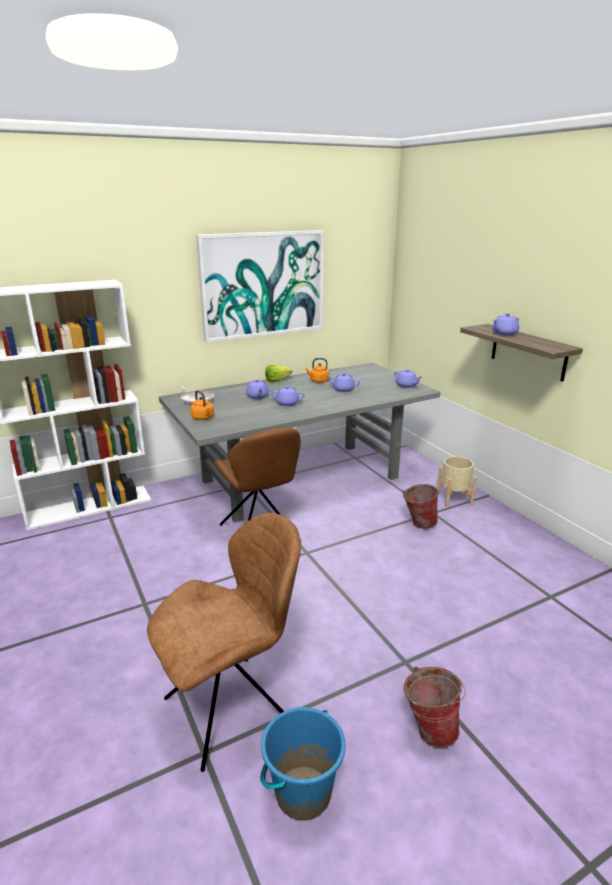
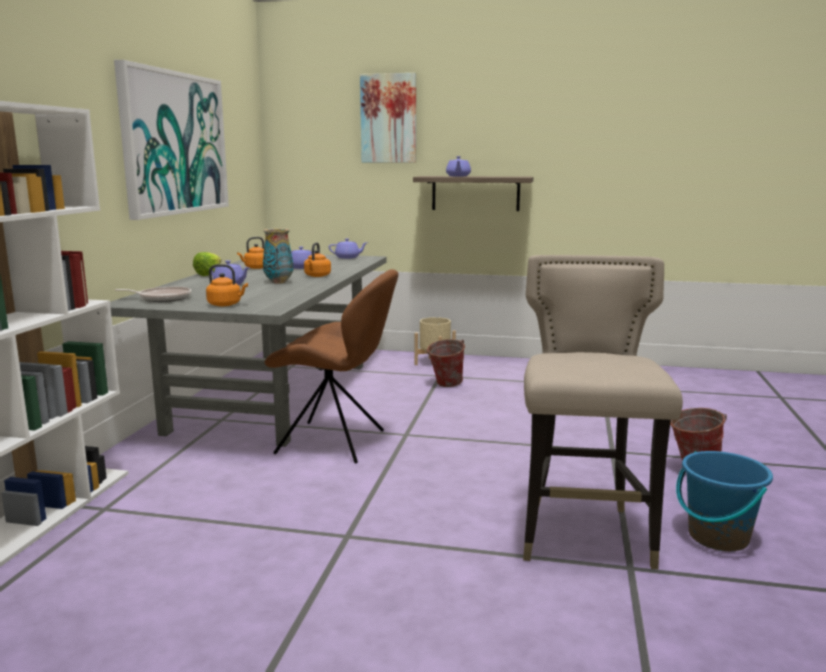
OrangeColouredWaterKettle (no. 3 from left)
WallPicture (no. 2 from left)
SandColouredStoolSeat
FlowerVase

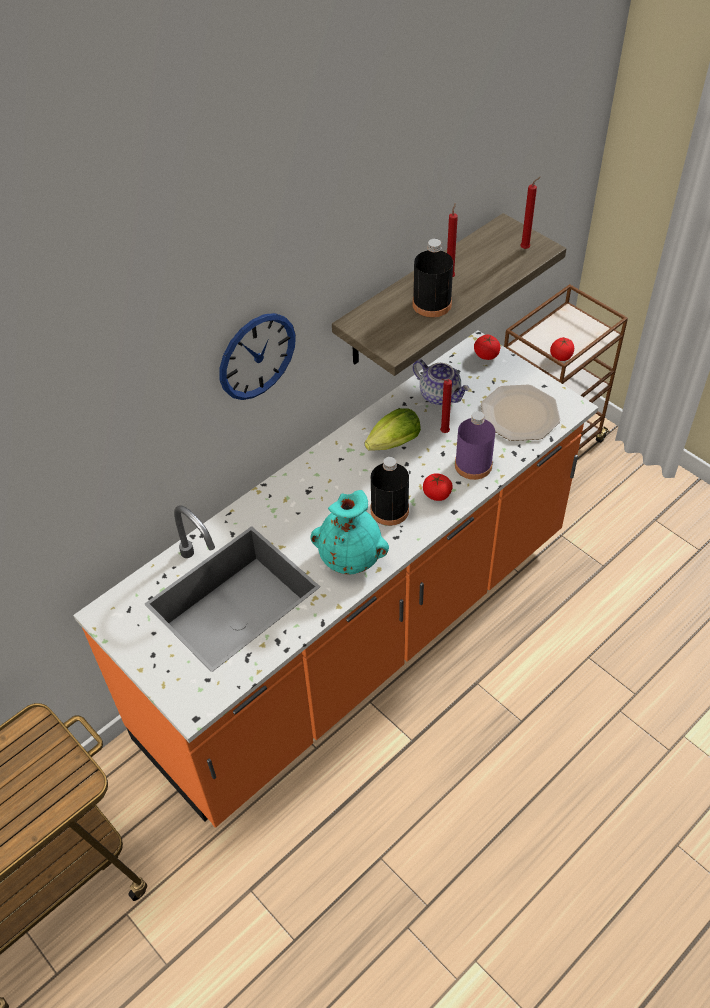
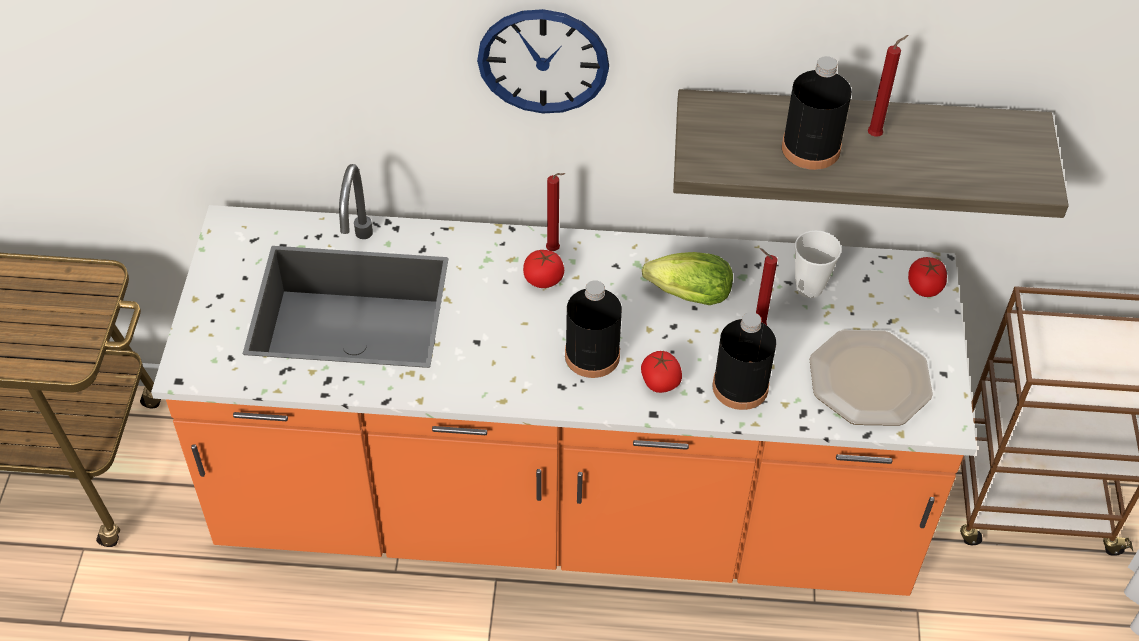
TurquoiseColouredFlowerVase
RedCandle (no. 1 from left)
FreshTomato (no. 1 from left)
SmallCup
BlackishDrinkBottle (no. 2 from left)

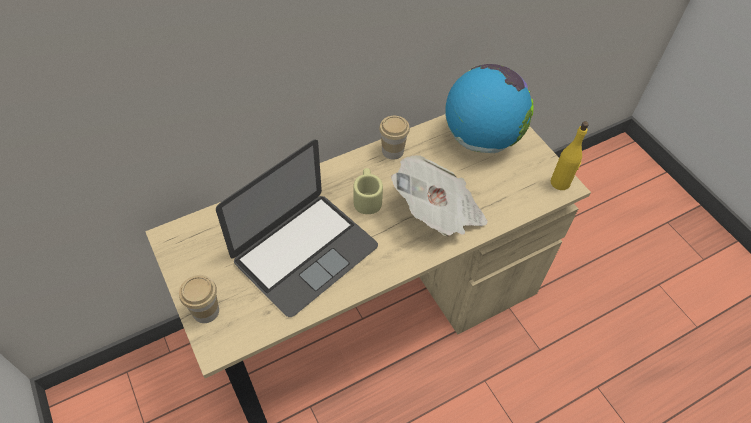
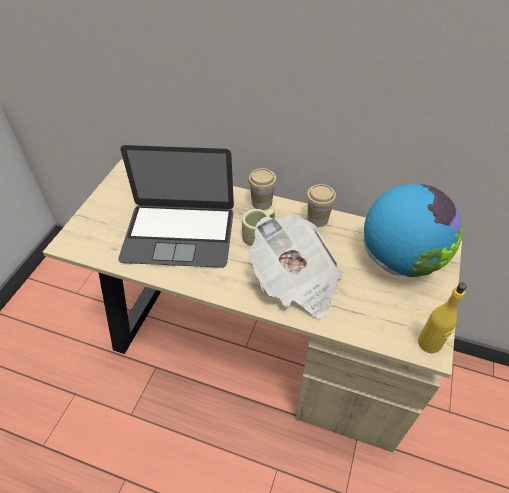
SmallCup (no. 1 from left)

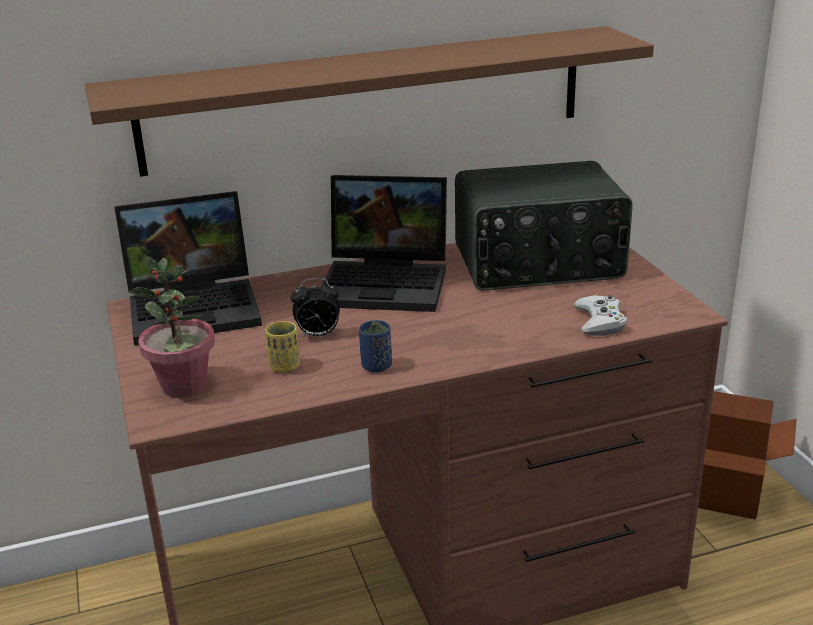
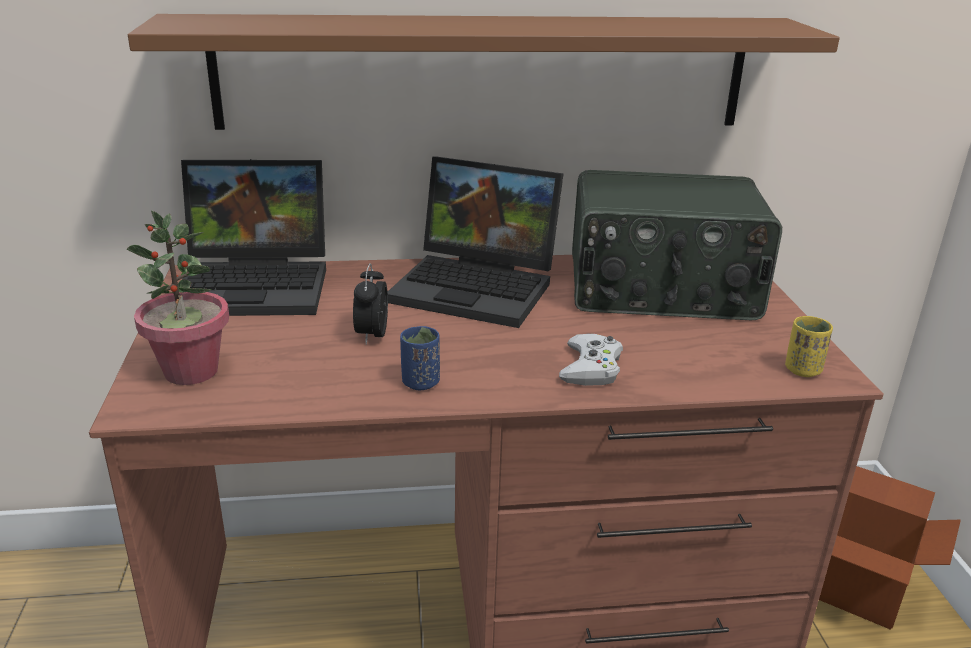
YellowColouredSmallCup
WhiteJoypad
TableClock

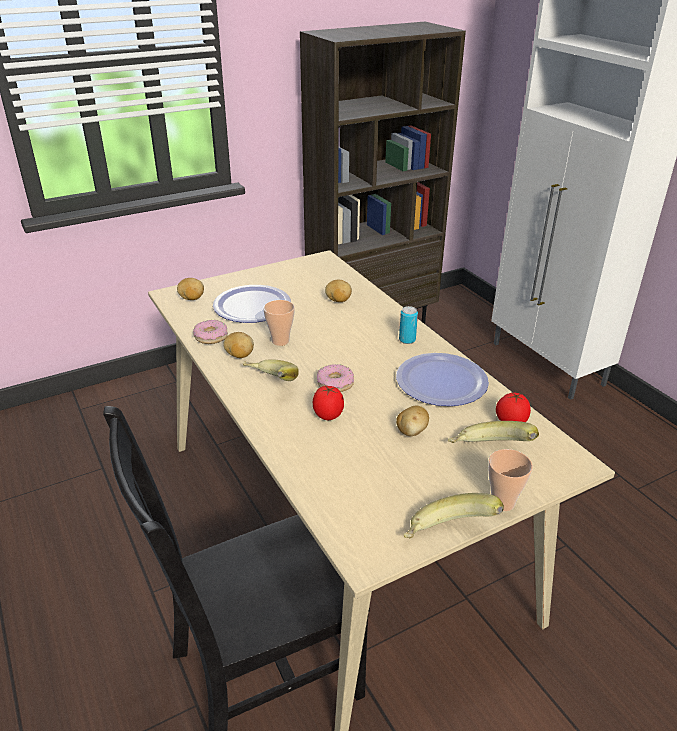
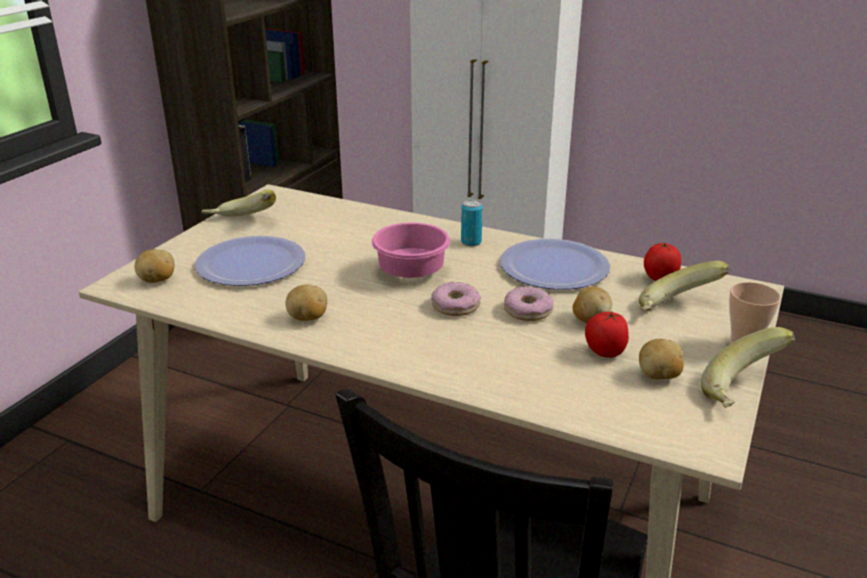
SmallCup (no. 1 from left in the first image)
PinkBowl
Donut (no. 2 from left)
BananaFruit (no. 1 from left)
FreshTomato (no. 1 from left)
Potato (no. 4 from left)

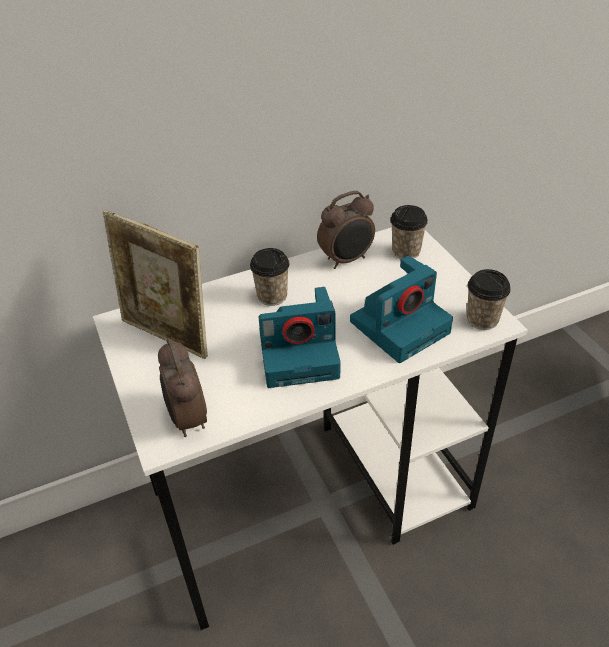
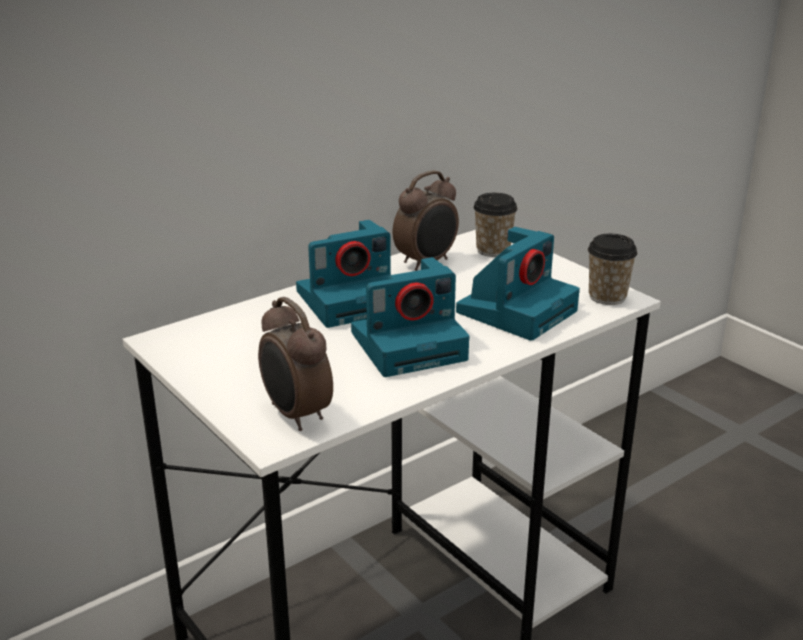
PictureFrame
PhotoCamera (no. 1 from left)

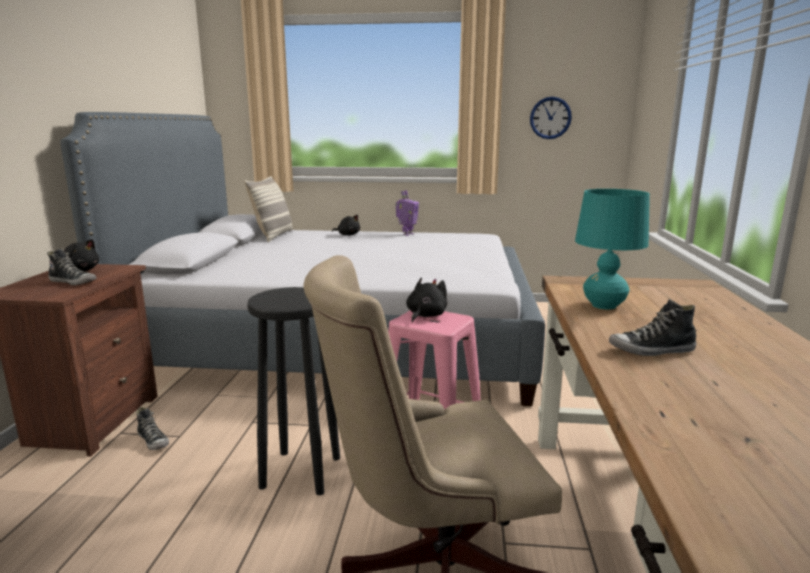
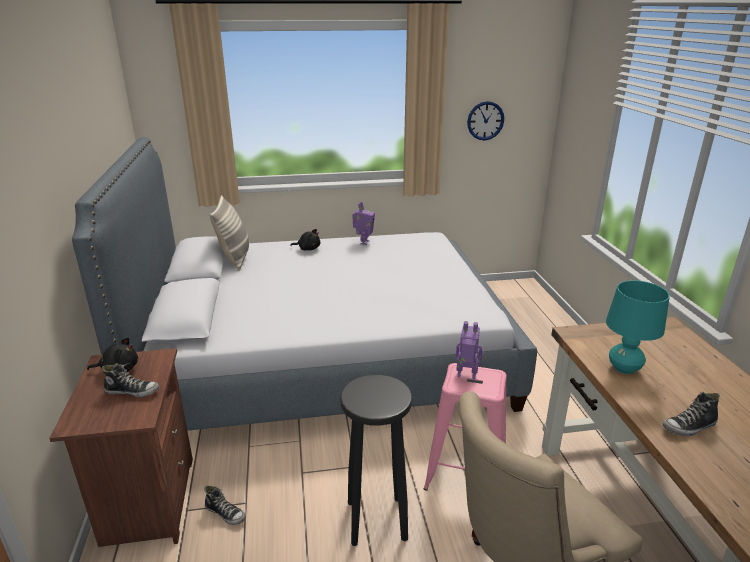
ToyRobot (no. 2 from left)

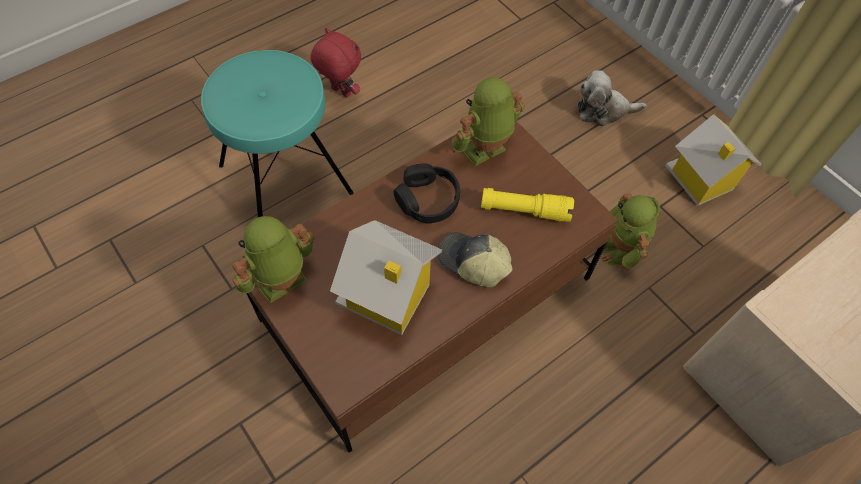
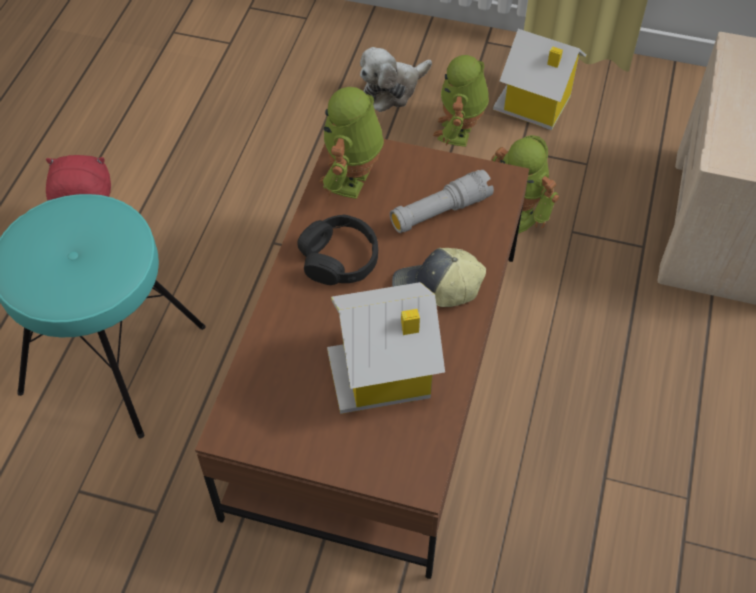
ToyRobot (no. 2 from left)
GreyTorch

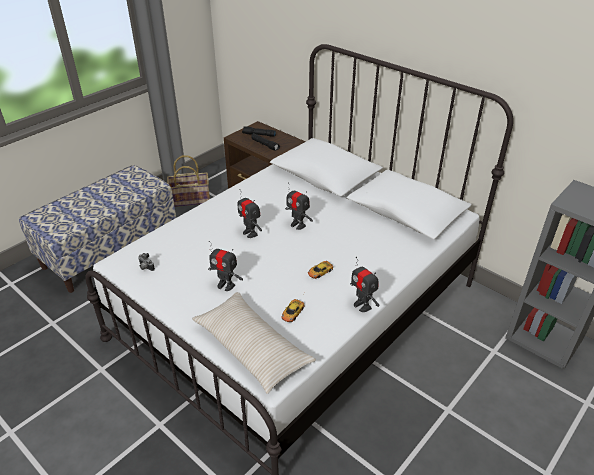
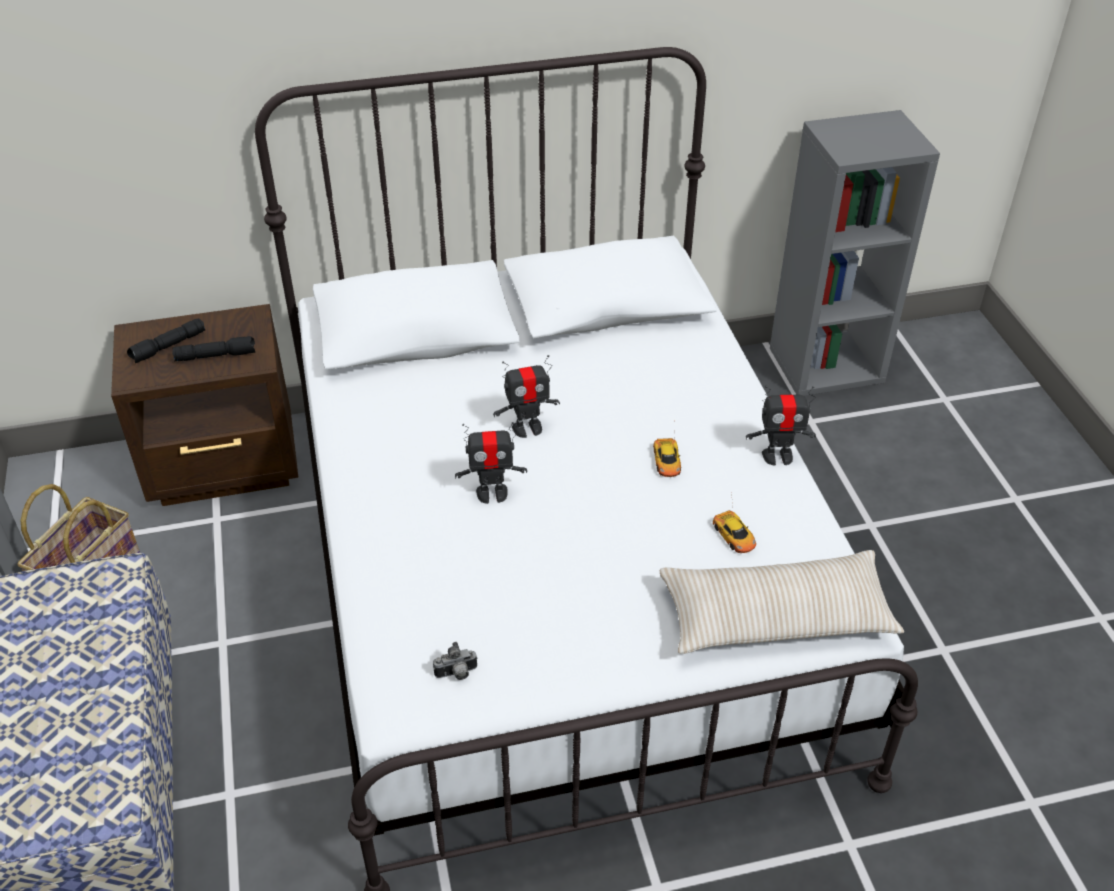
ToyRobot (no. 1 from left in the first image)

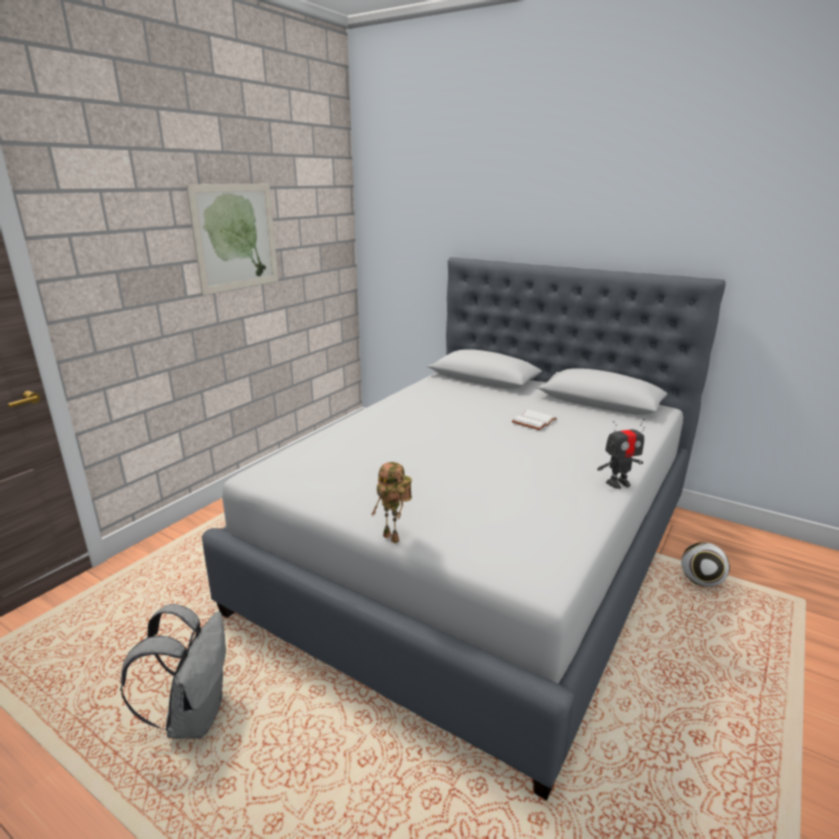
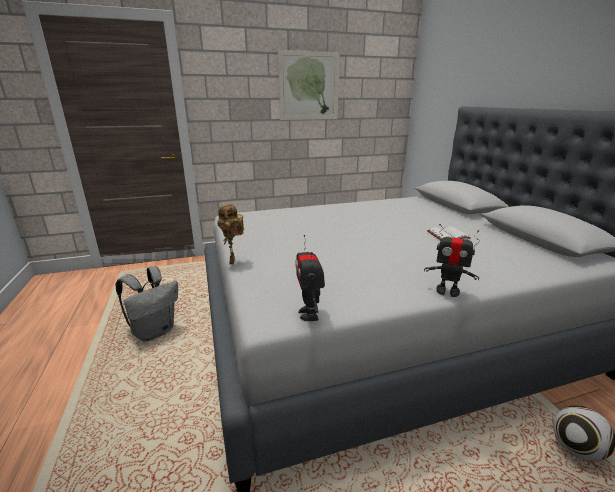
ToyRobot (no. 2 from left)

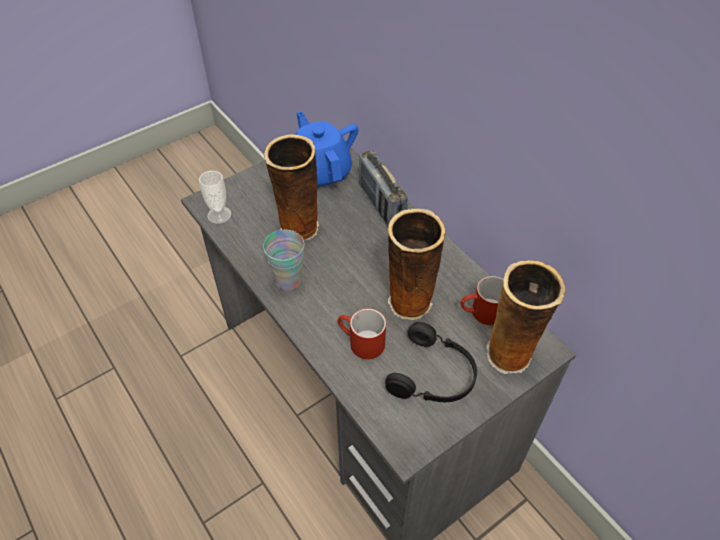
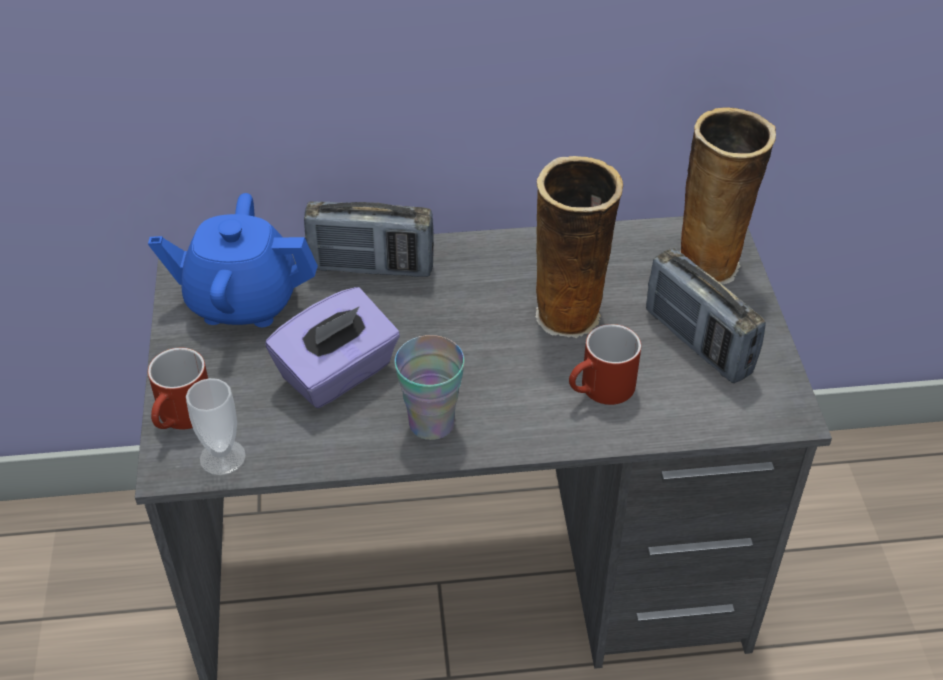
RedTeaMug (no. 1 from left)
PurplishTissueBox
Radio (no. 2 from left)

